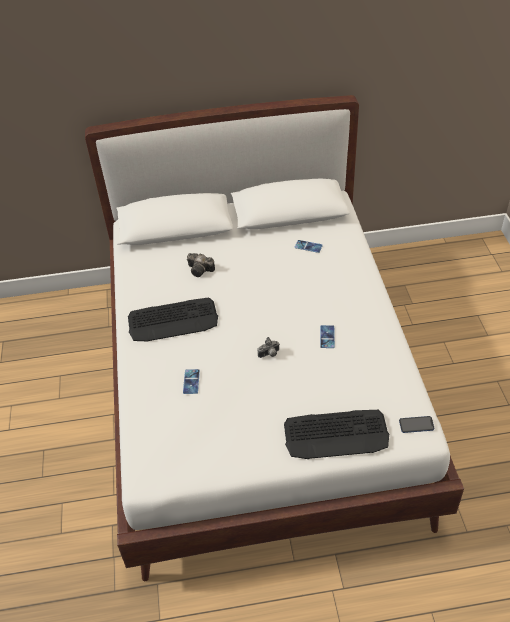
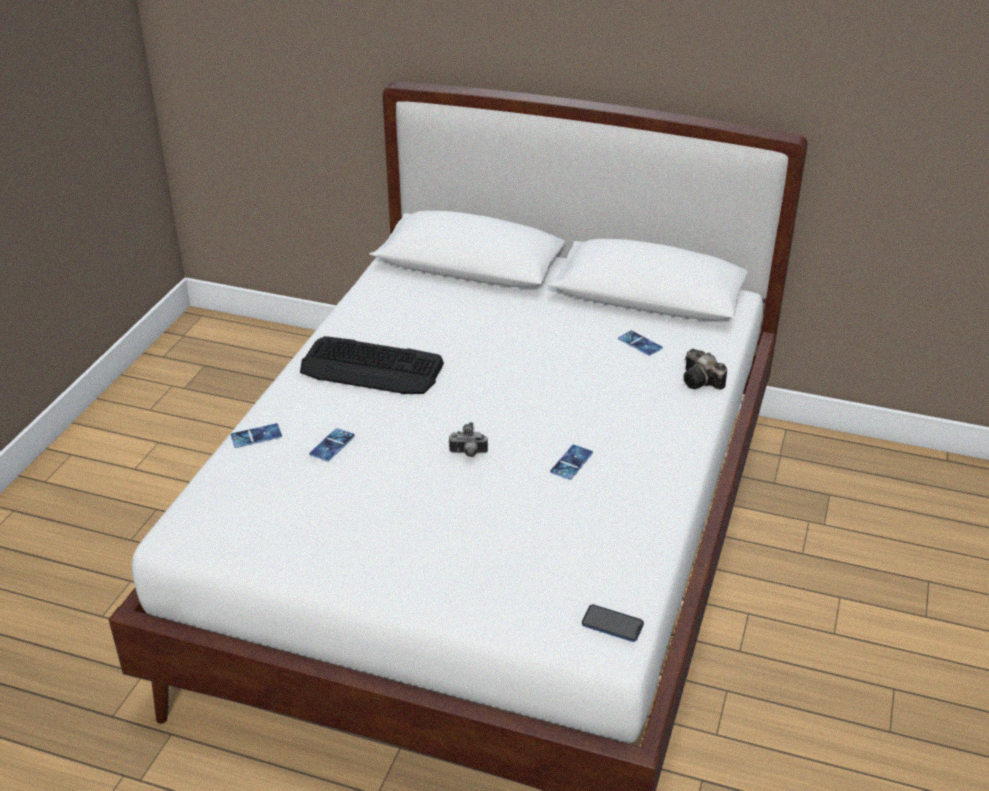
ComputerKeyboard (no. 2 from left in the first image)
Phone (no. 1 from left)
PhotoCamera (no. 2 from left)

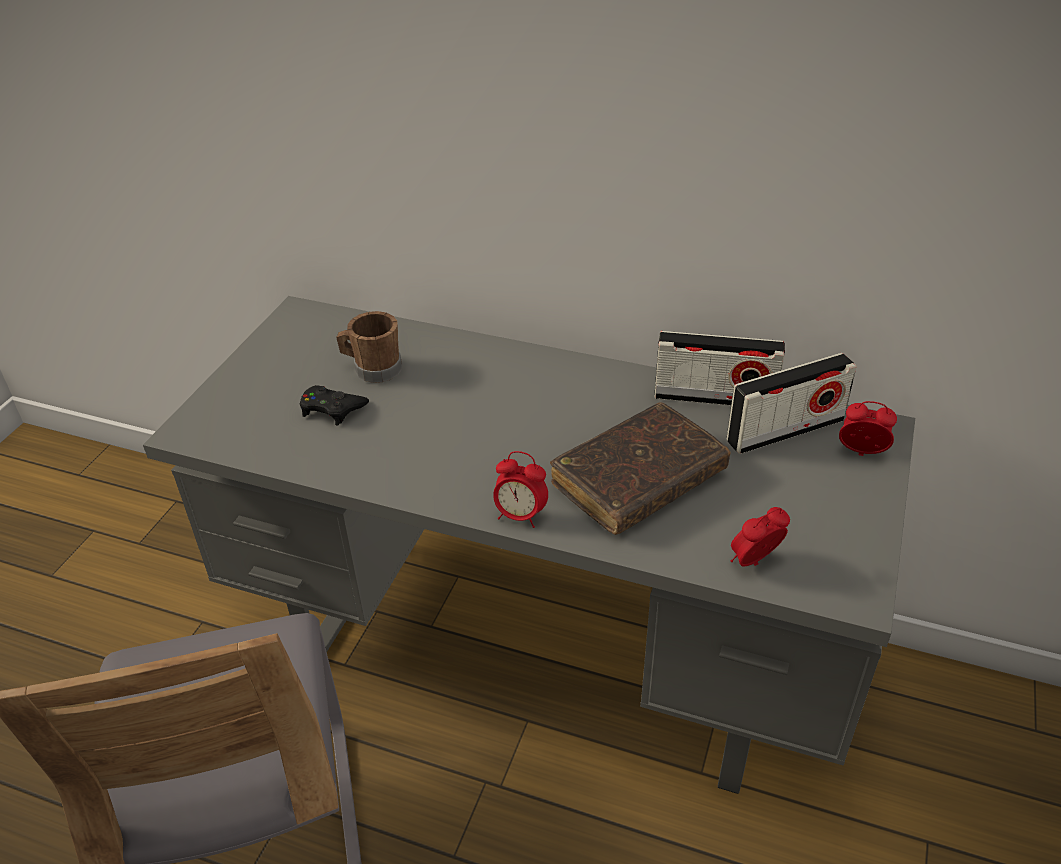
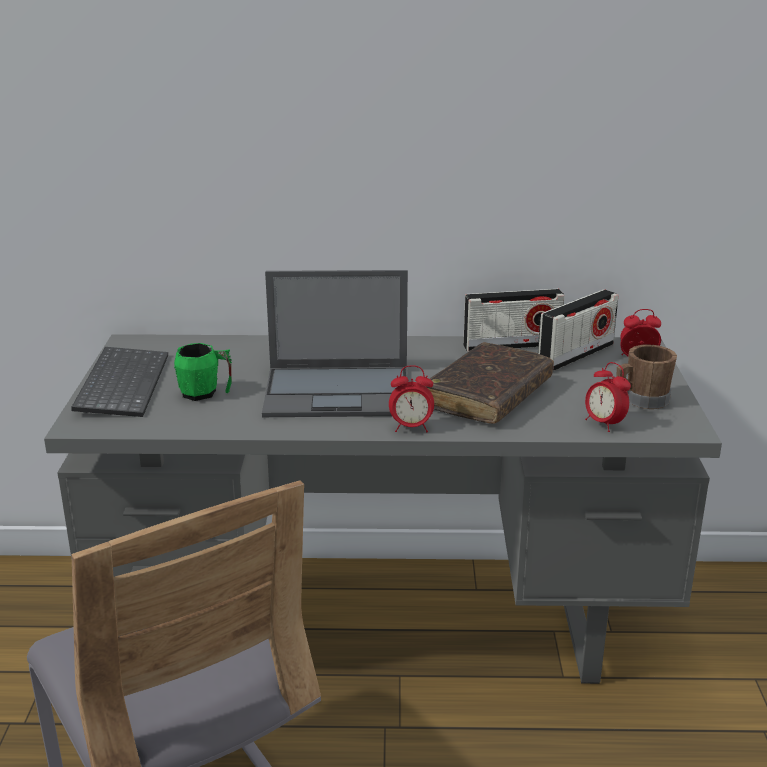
ComputerKeyboard
PortableComputer
BrownColouredTeaMug
GreenColouredTeaMug
TableClock (no. 2 from left)

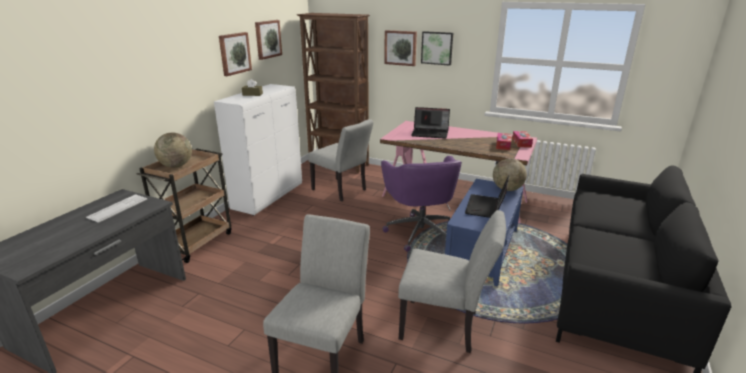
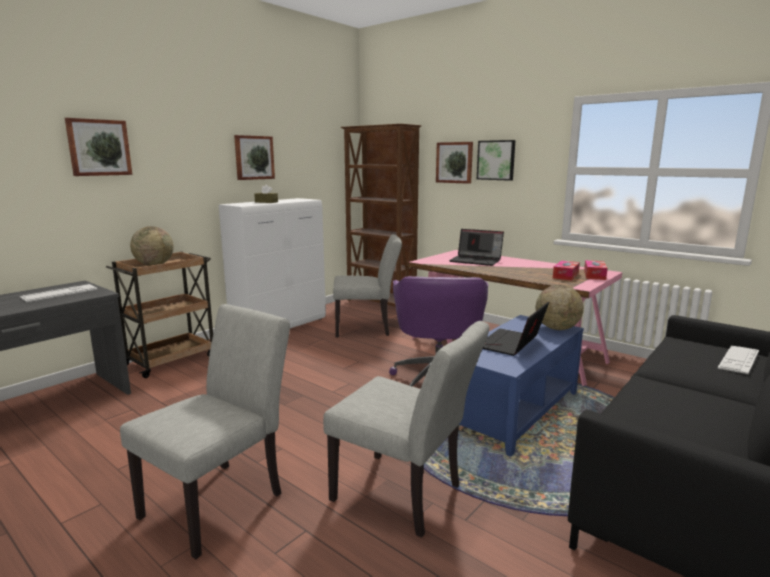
ComputerKeyboard (no. 2 from left)
WallPicture (no. 1 from left)
GreyChair (no. 2 from left)

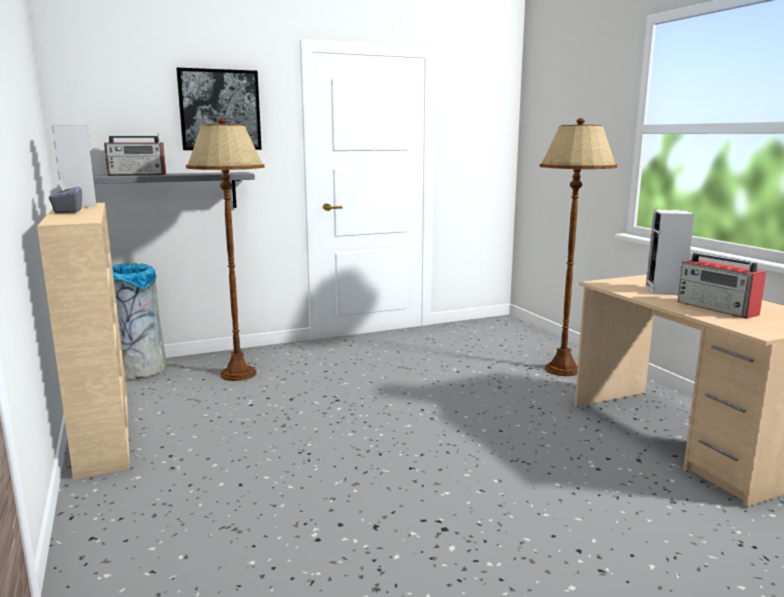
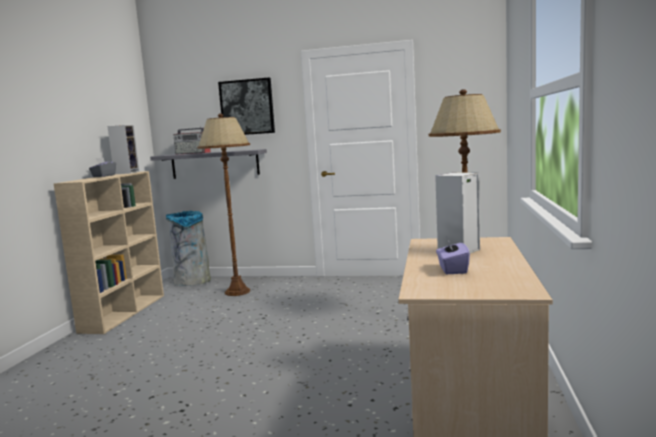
PurplishTissueBox

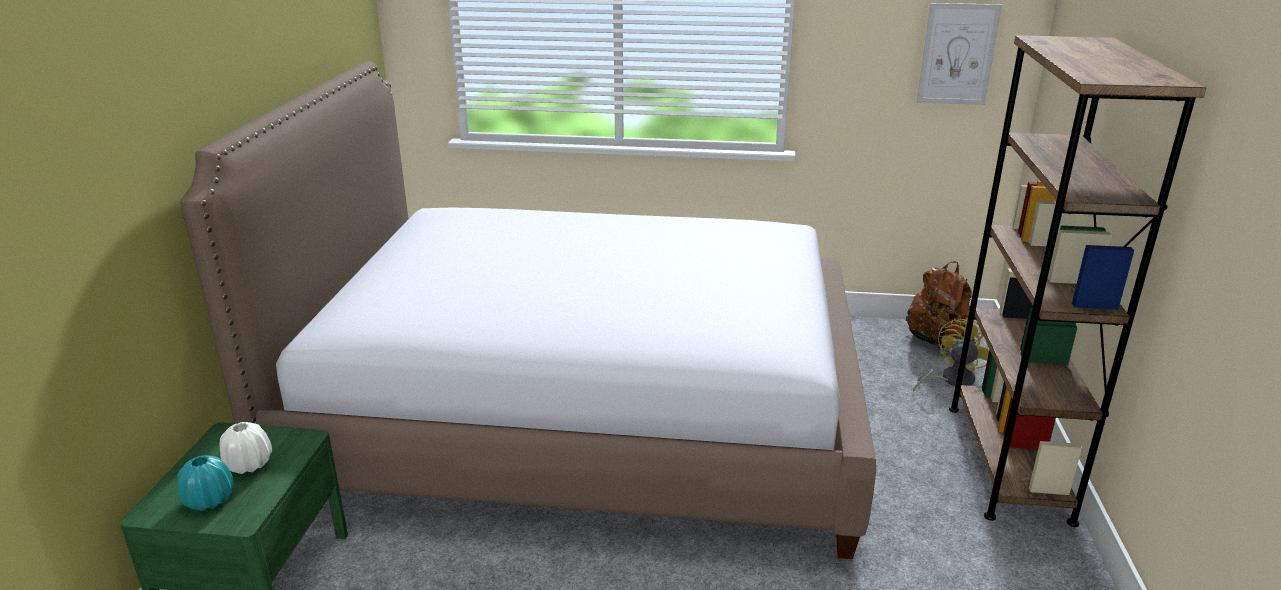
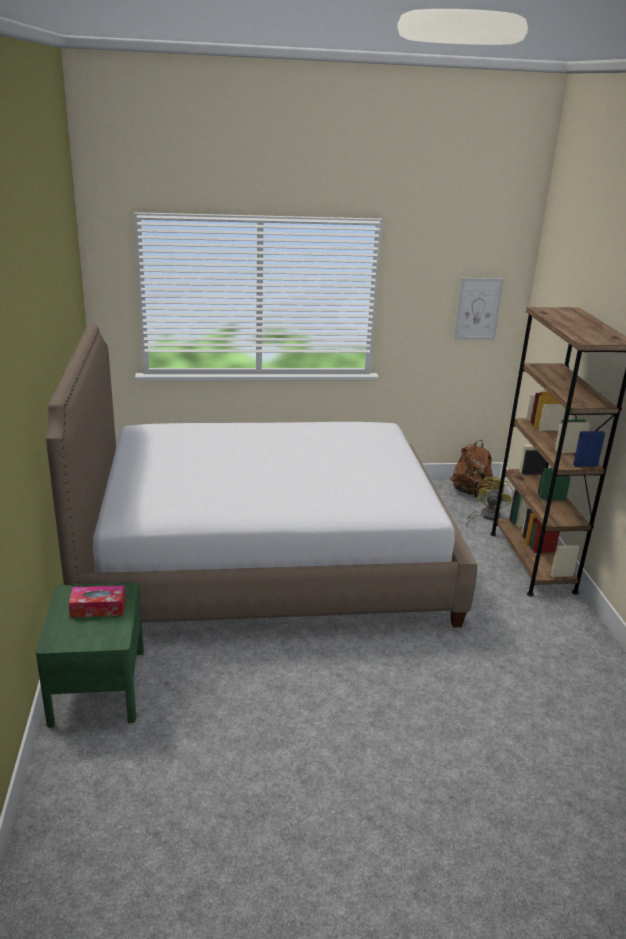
TurquoiseColouredFlowerVase
TissueBox

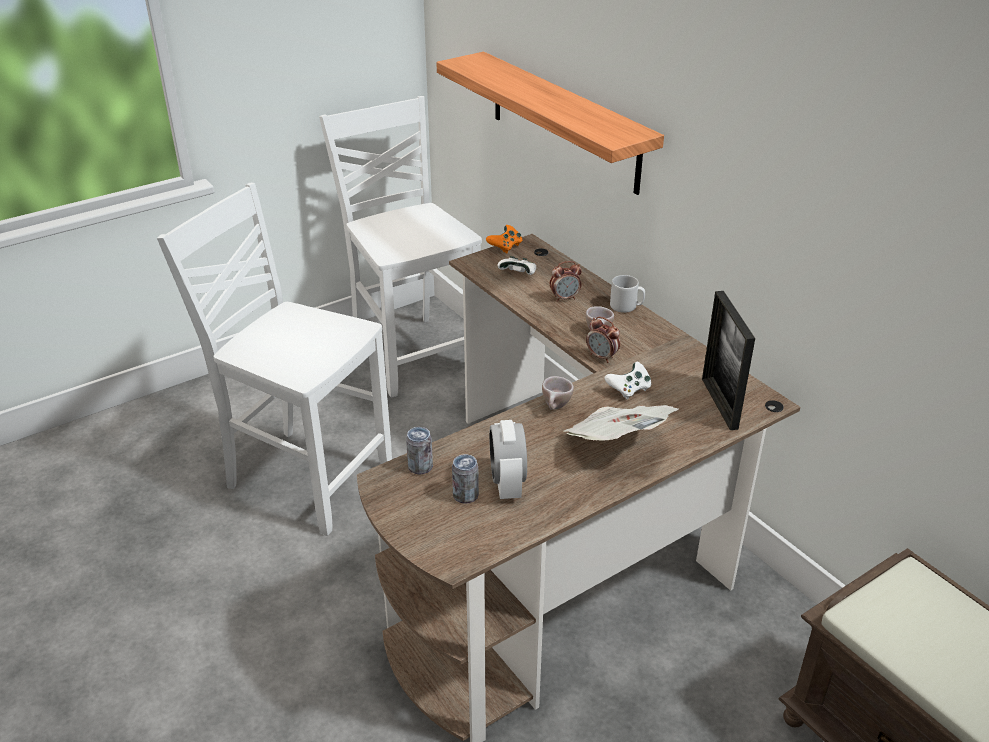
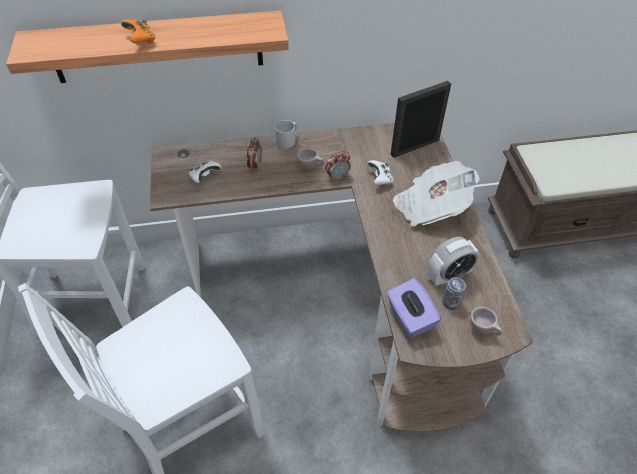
OrangeColouredJoypad
SandColouredSmallCup (no. 2 from left)
PurplishTissueBox
TableClock (no. 3 from left)
PictureFrame

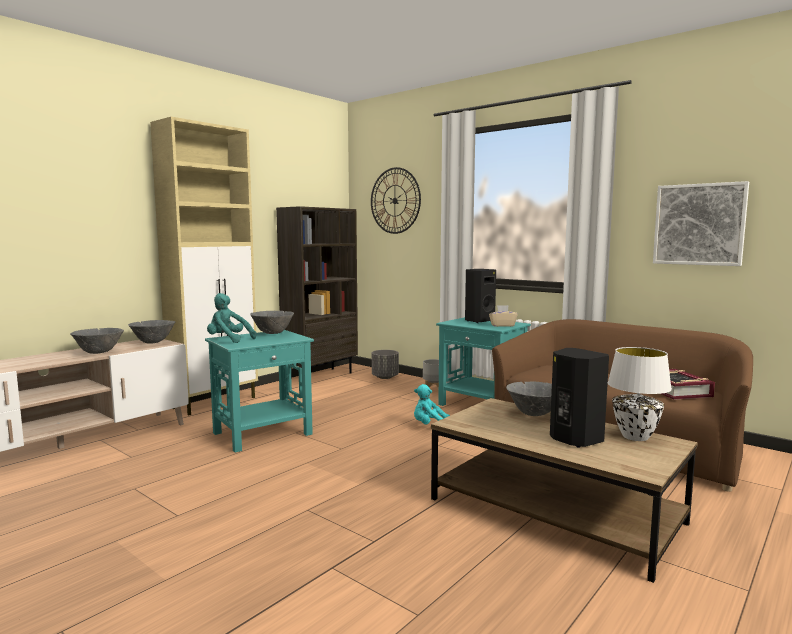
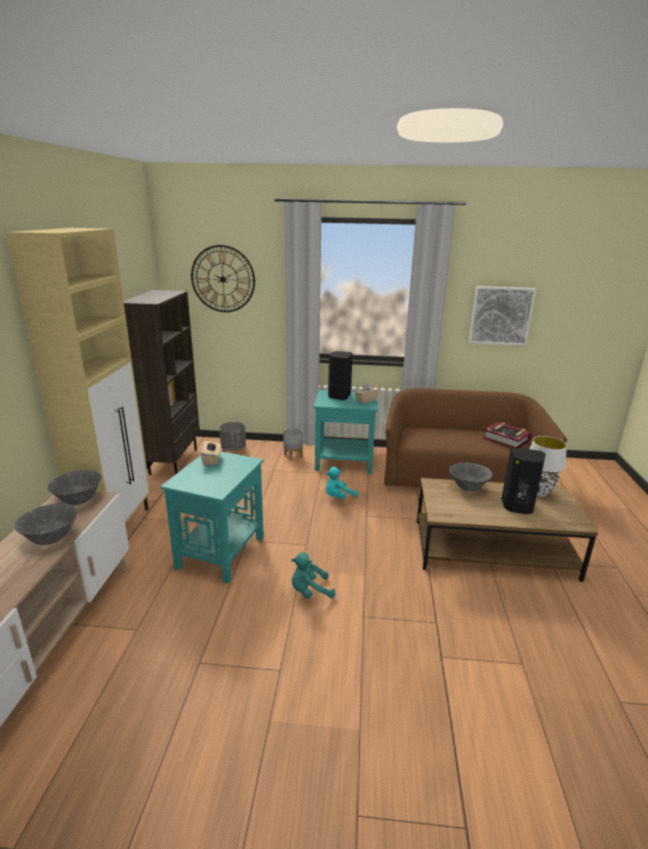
TurquoiseColouredCuddlyToy (no. 1 from left)
SandColouredTissueBox (no. 1 from left)

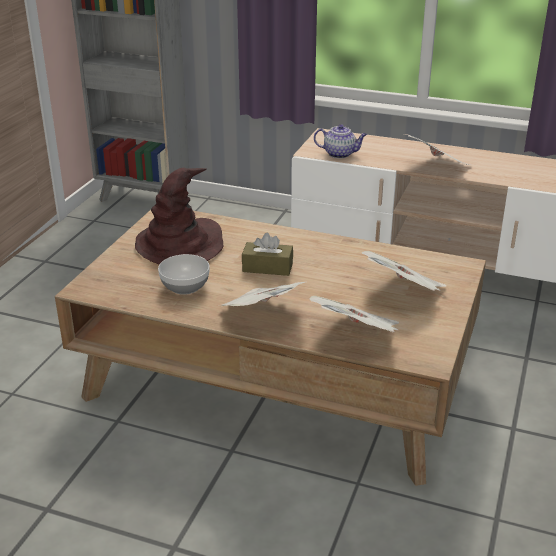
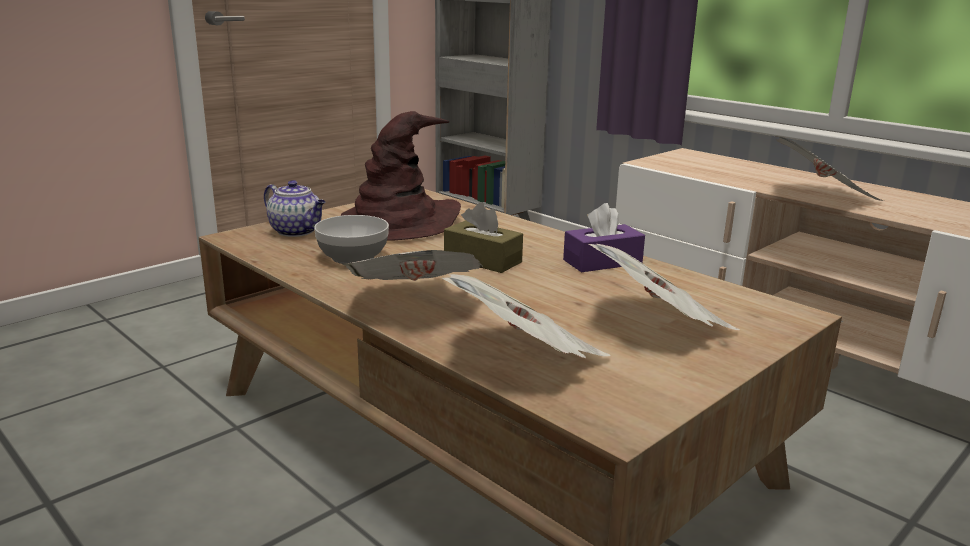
PurplishTissueBox
PotForTea

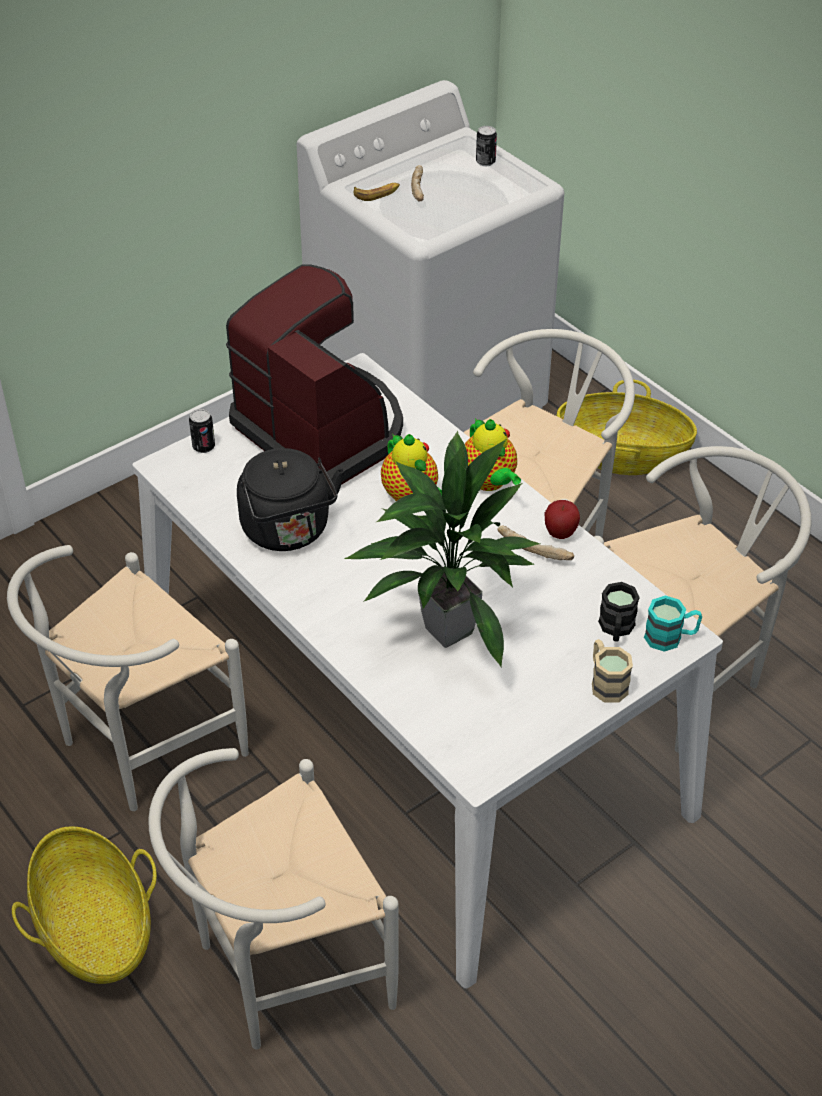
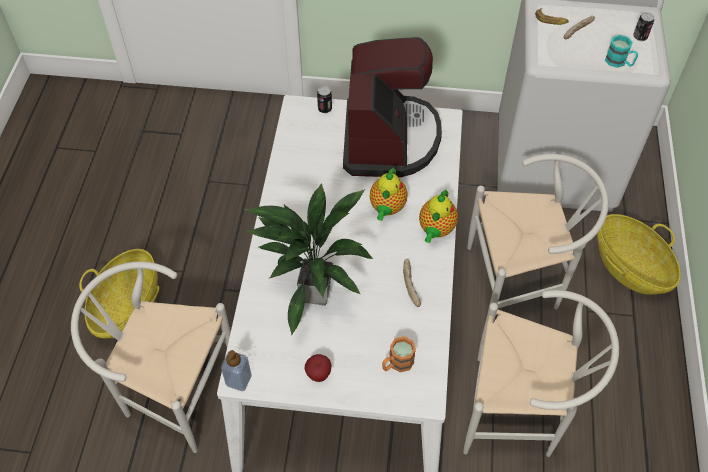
WhiteChair (no. 1 from left in the first image)
BlackishWaterKettle
SandColouredTeaMug
SoapDispenser
Apple
TurquoiseColouredTeaMug
OrangeColouredTeaMug

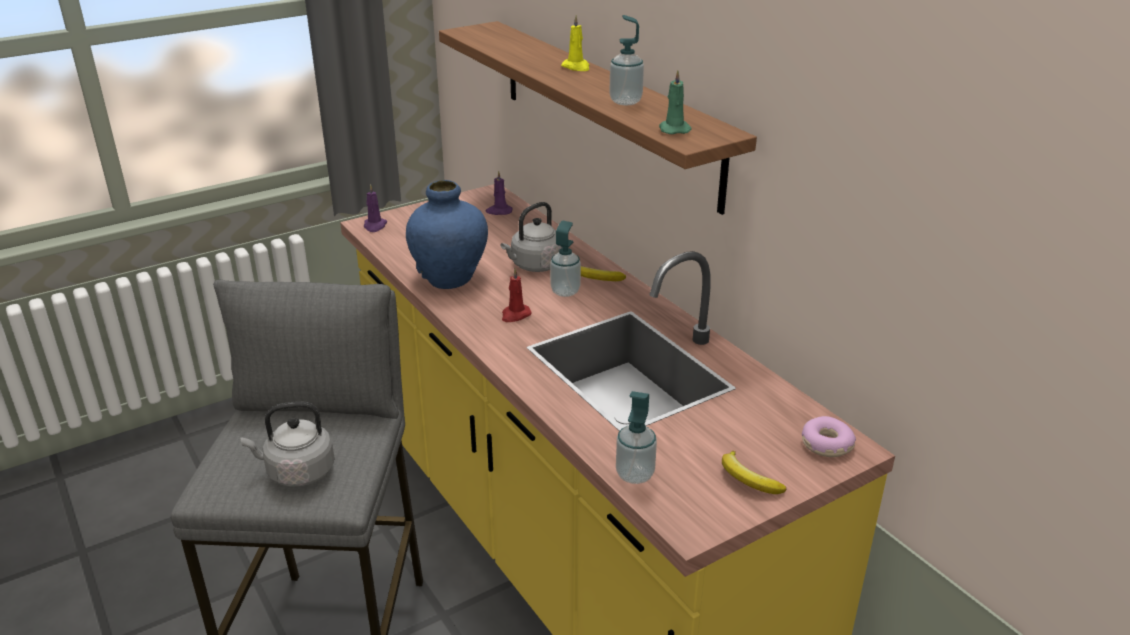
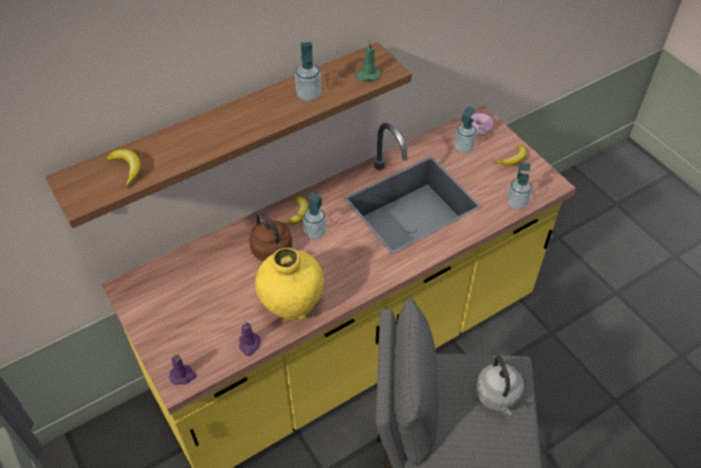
RedCandle
YellowColouredCandle
BananaFruit (no. 1 from left)
SoapDispenser (no. 3 from left)
PurplishCandle (no. 2 from left)
YellowColouredFlowerVase
BrownColouredWaterKettle

